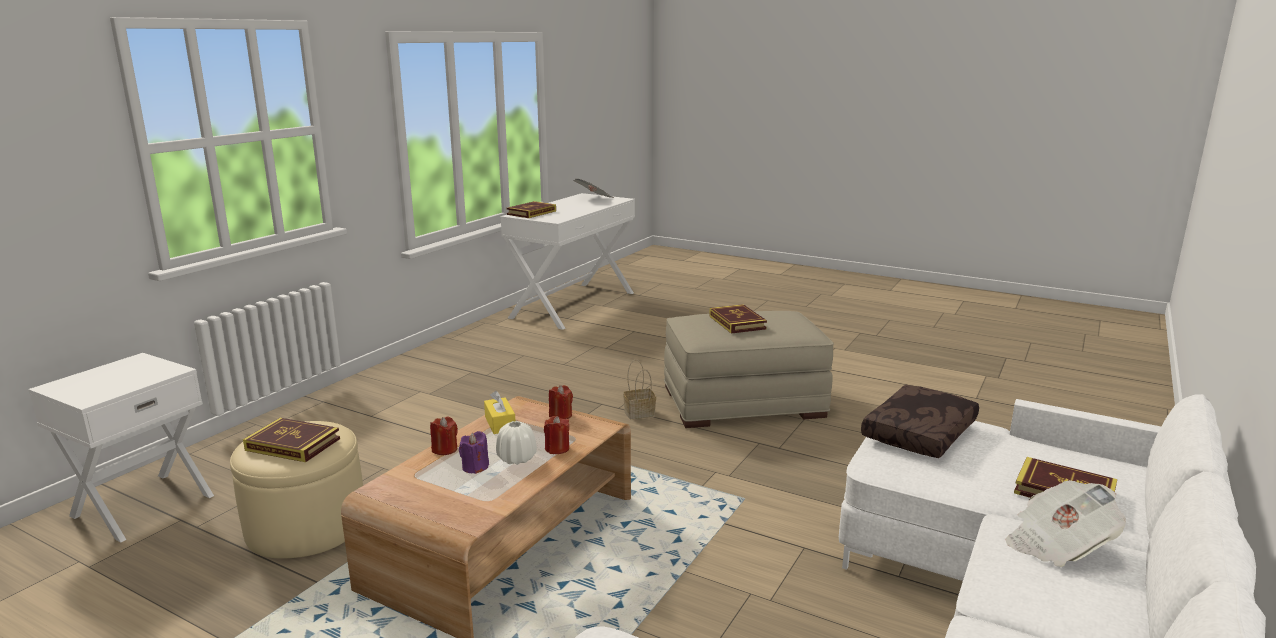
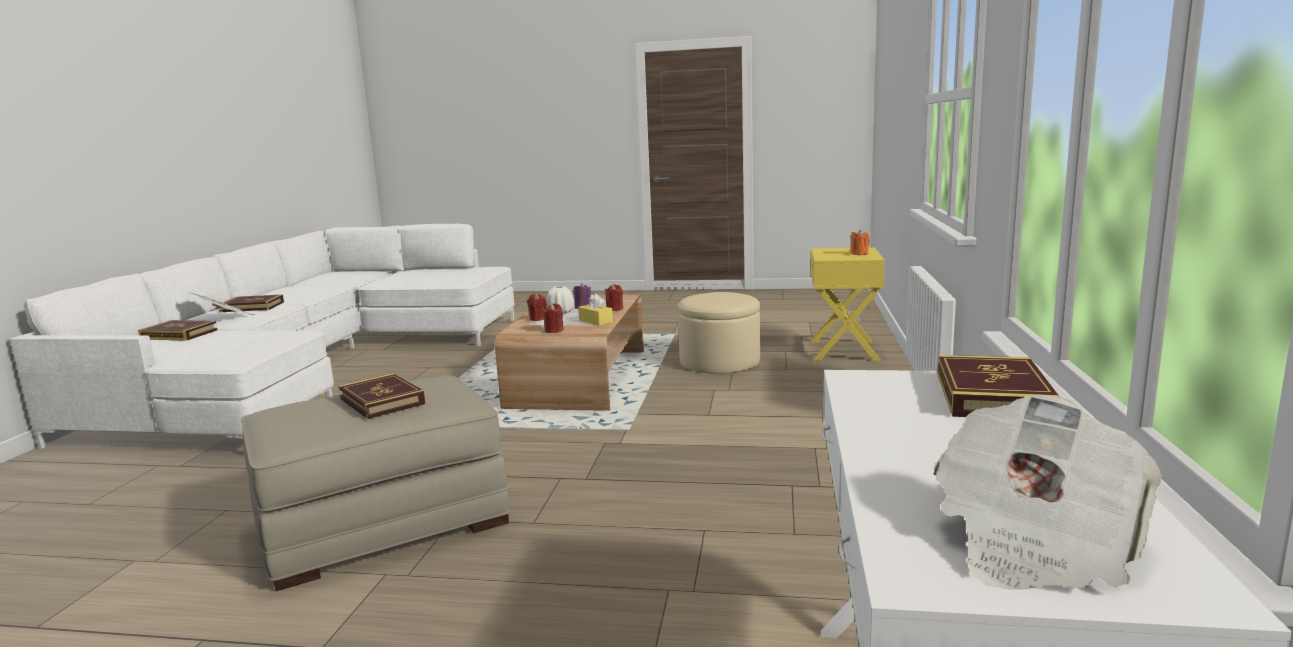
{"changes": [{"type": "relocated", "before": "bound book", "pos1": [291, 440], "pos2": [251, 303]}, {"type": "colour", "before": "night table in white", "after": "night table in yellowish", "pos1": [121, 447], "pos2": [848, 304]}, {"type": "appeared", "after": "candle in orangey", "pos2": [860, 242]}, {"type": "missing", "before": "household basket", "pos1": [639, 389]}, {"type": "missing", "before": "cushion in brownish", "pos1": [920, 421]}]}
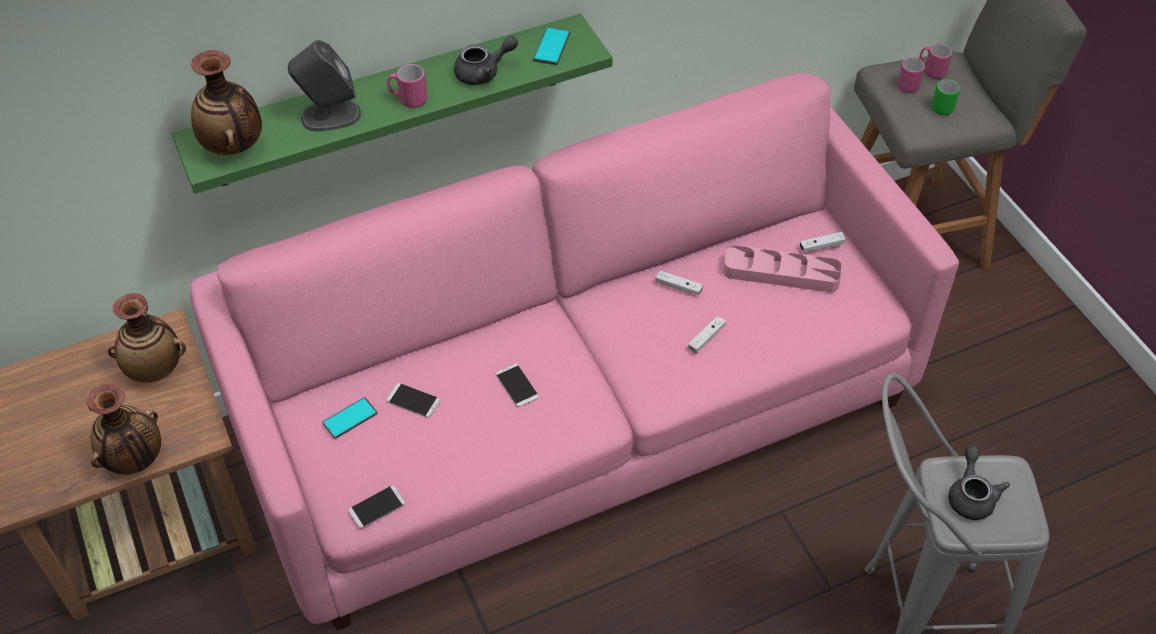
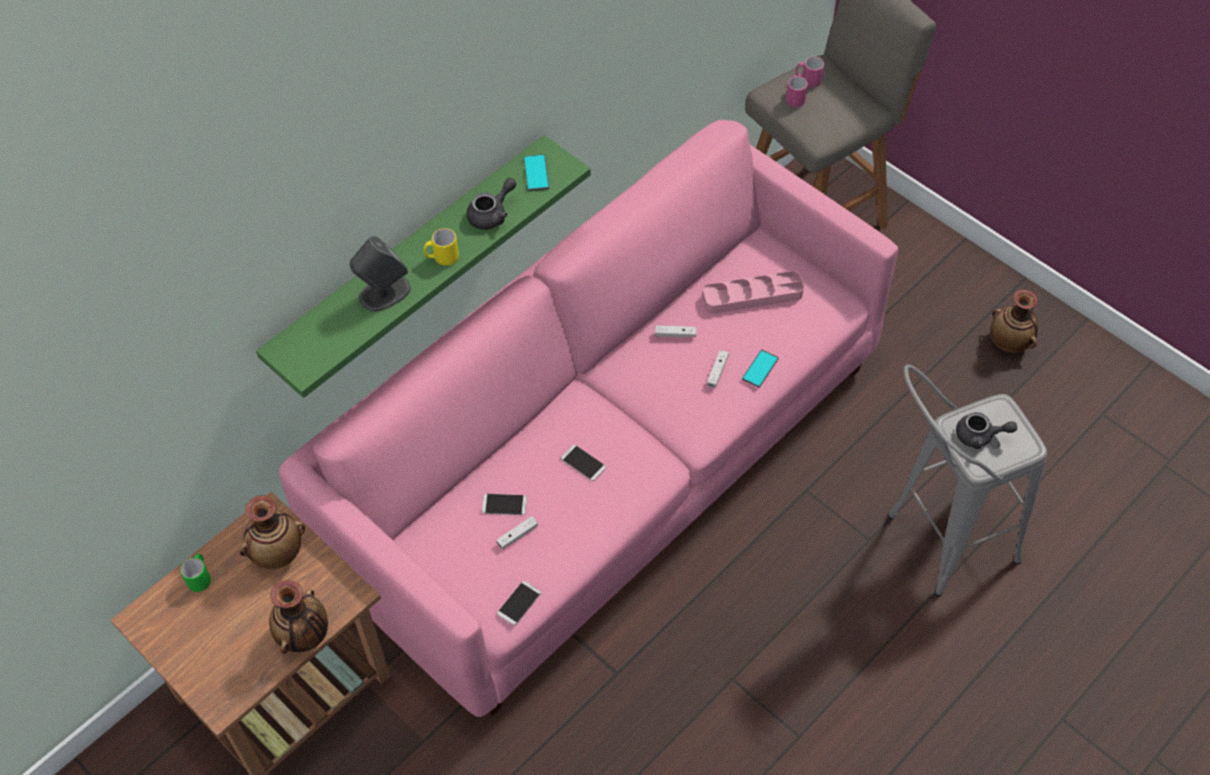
{"changes": [{"type": "relocated", "before": "tea mug in green-coloured", "pos1": [945, 97], "pos2": [195, 573]}, {"type": "colour", "before": "tea mug in pink", "after": "tea mug in yellowish", "pos1": [407, 86], "pos2": [441, 247]}, {"type": "relocated", "before": "game controller in white", "pos1": [823, 242], "pos2": [517, 532]}, {"type": "relocated", "before": "phone", "pos1": [350, 418], "pos2": [760, 368]}, {"type": "spun", "before": "teapot in greyish", "pos1": [979, 482], "pos2": [986, 430], "turn": 120}, {"type": "relocated", "before": "flower vase", "pos1": [226, 102], "pos2": [1014, 321]}]}
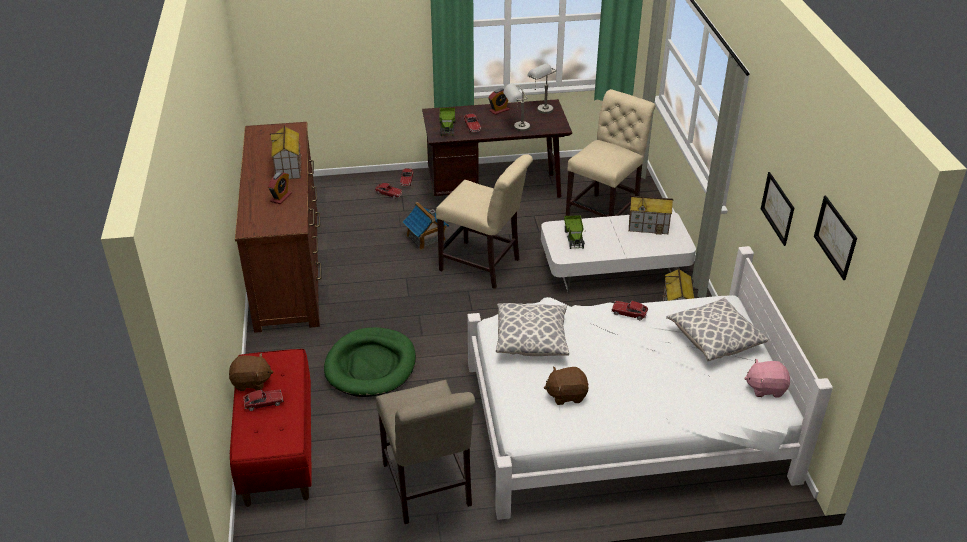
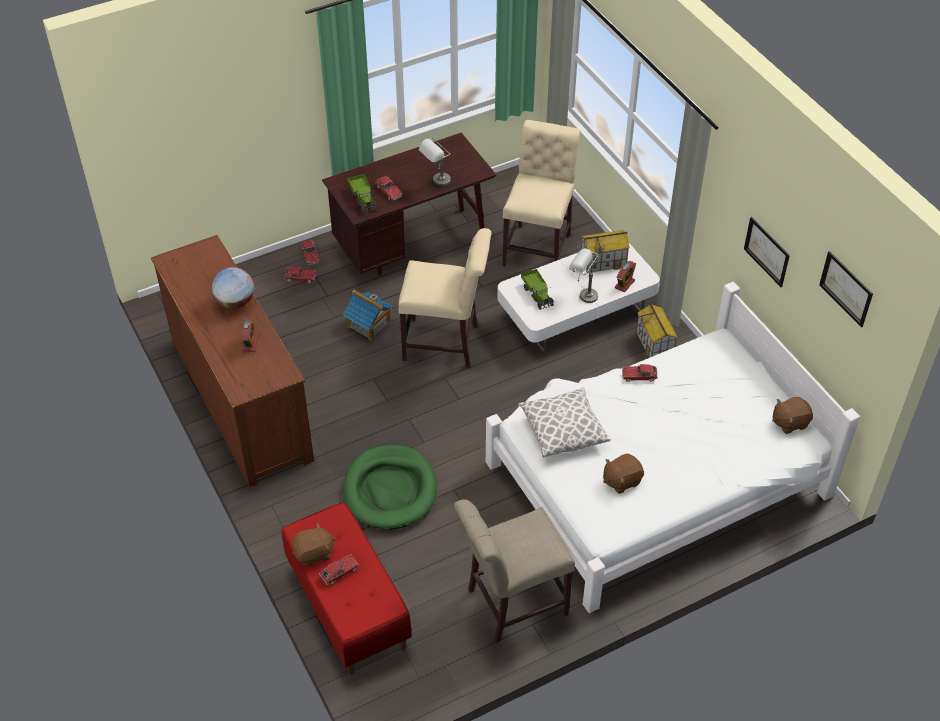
{"changes": [{"type": "exchanged", "before": "model house", "after": "globe", "pos1": [285, 152], "pos2": [233, 288]}, {"type": "spun", "before": "upright chair in beige", "pos1": [425, 452], "pos2": [514, 571], "turn": 105}, {"type": "relocated", "before": "tabletop lamp in greyish", "pos1": [542, 89], "pos2": [583, 276]}, {"type": "relocated", "before": "alarm clock", "pos1": [499, 101], "pos2": [625, 276]}, {"type": "colour", "before": "cuddly toy in pink", "after": "cuddly toy in brownish", "pos1": [767, 377], "pos2": [792, 415]}, {"type": "missing", "before": "cushion", "pos1": [717, 329]}]}
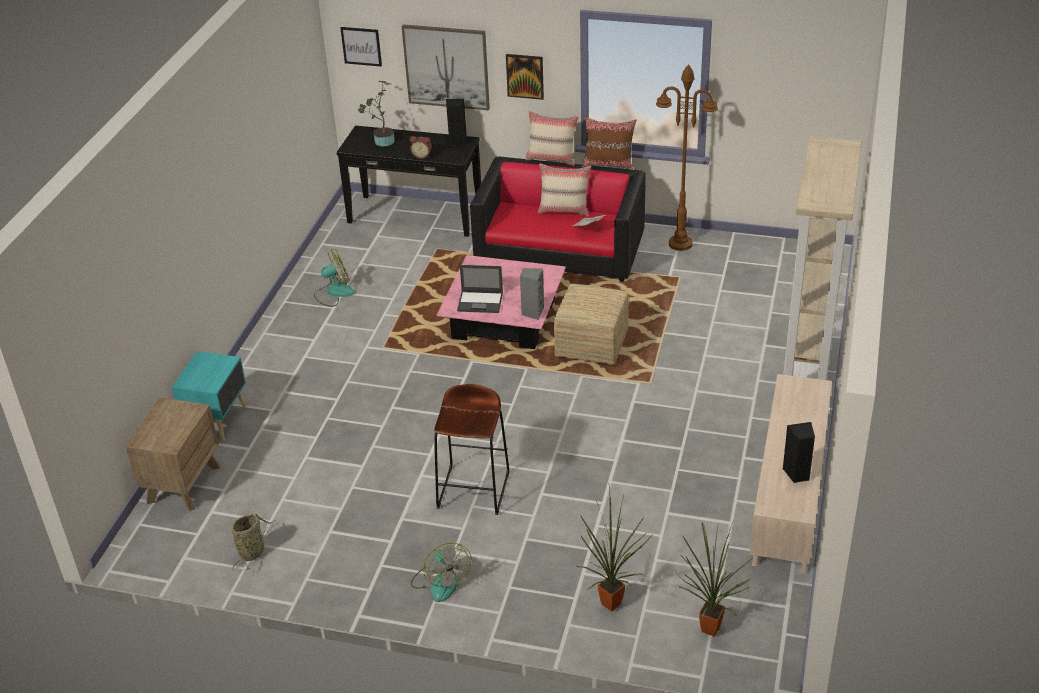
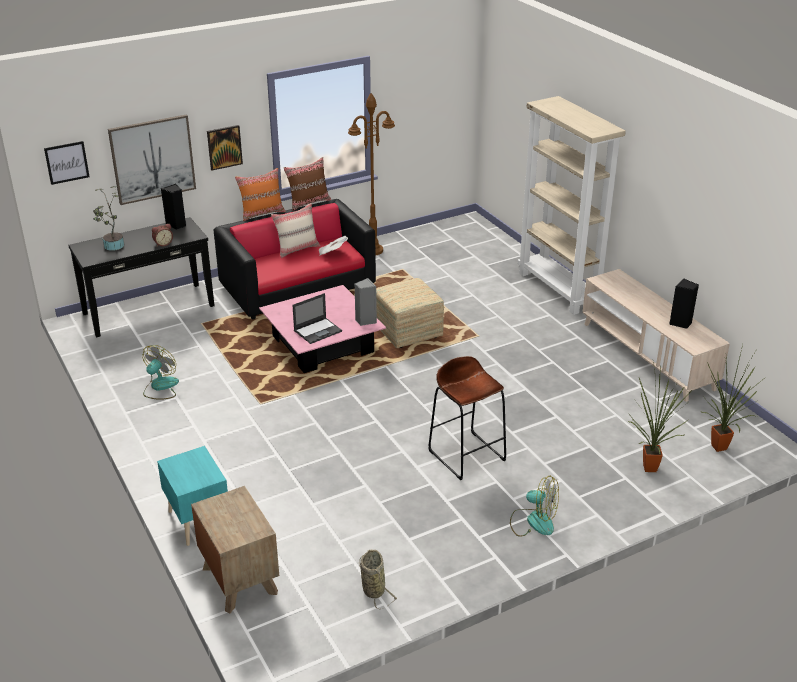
{"changes": [{"type": "colour", "before": "cushion in beige", "after": "cushion in orangey", "pos1": [552, 138], "pos2": [260, 194]}]}
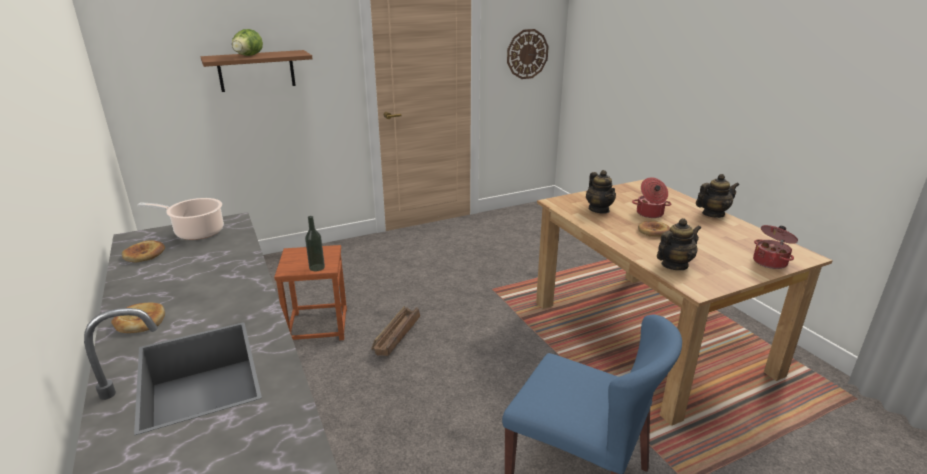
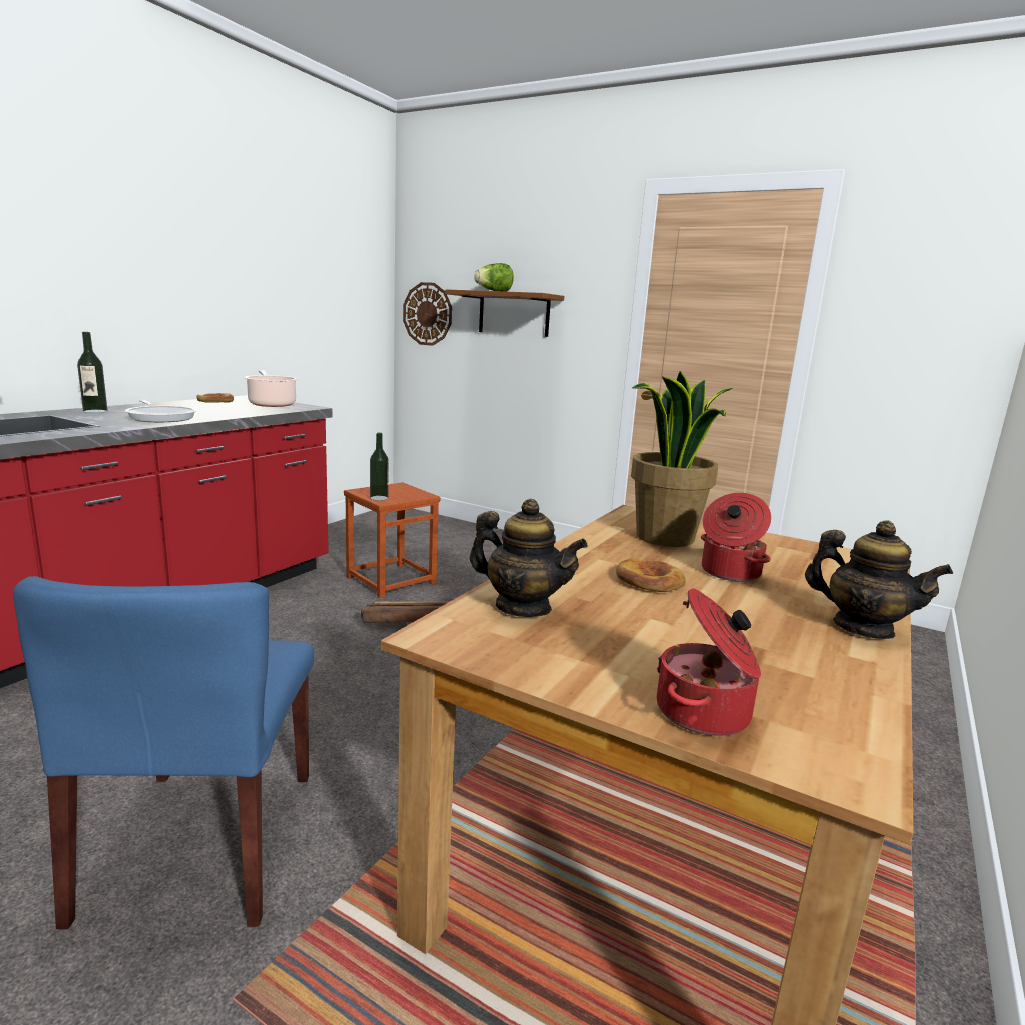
{"changes": [{"type": "exchanged", "before": "bakery bread", "after": "bottle", "pos1": [138, 318], "pos2": [92, 372]}, {"type": "appeared", "after": "frying pan", "pos2": [161, 411]}, {"type": "relocated", "before": "hanging clock", "pos1": [528, 54], "pos2": [427, 314]}, {"type": "exchanged", "before": "teapot", "after": "houseplant", "pos1": [601, 192], "pos2": [682, 459]}]}
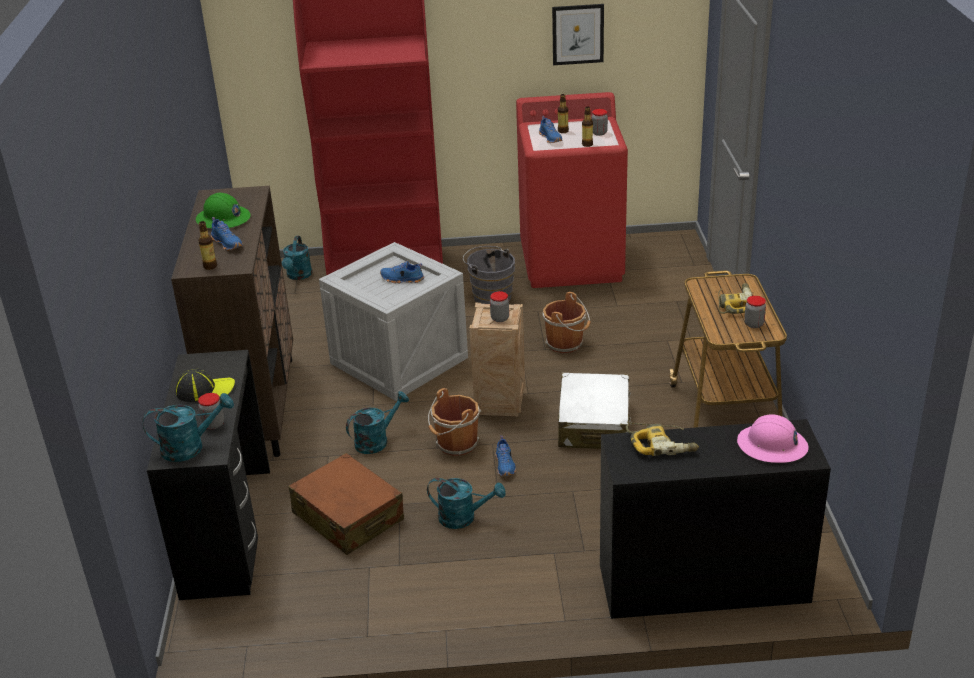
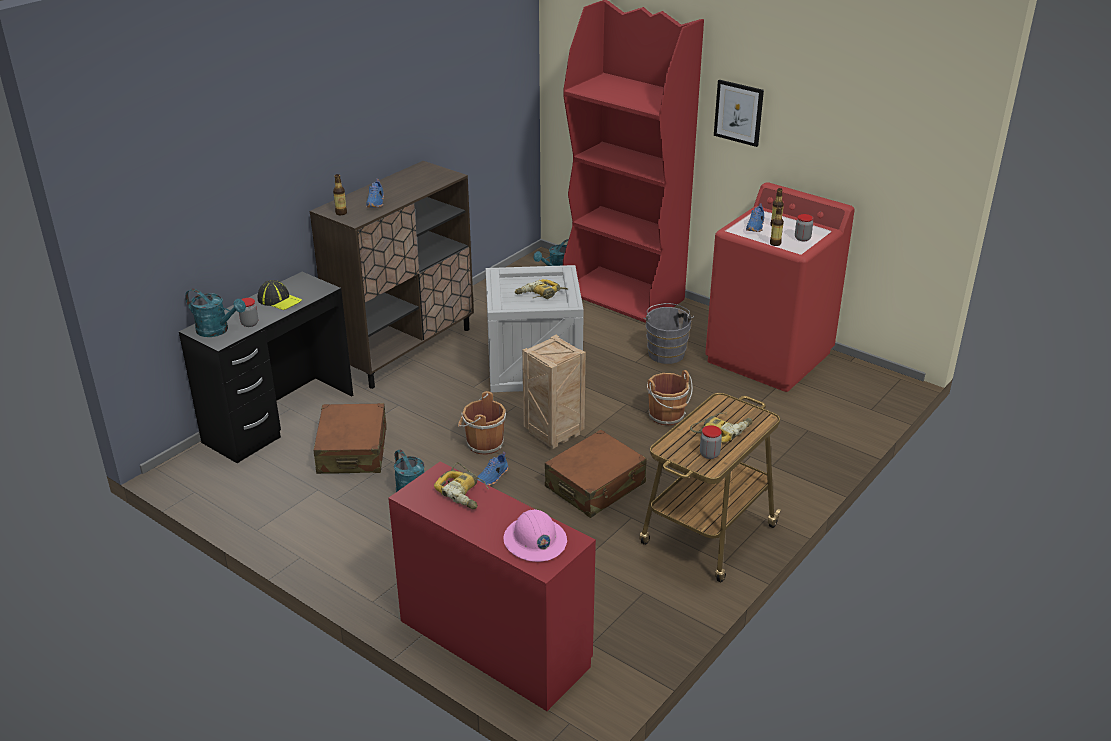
{"changes": [{"type": "colour", "before": "desk in black", "after": "desk in red", "pos1": [715, 519], "pos2": [492, 586]}, {"type": "exchanged", "before": "shoe in blue", "after": "electric drill", "pos1": [402, 272], "pos2": [541, 289]}, {"type": "colour", "before": "suitcase in white", "after": "suitcase in brownish", "pos1": [595, 411], "pos2": [596, 473]}, {"type": "relocated", "before": "wall art", "pos1": [578, 34], "pos2": [739, 113]}, {"type": "missing", "before": "work helmet in green-coloured", "pos1": [223, 210]}, {"type": "missing", "before": "sprinkling can in turquoise-coloured", "pos1": [377, 422]}, {"type": "missing", "before": "jar", "pos1": [499, 306]}]}
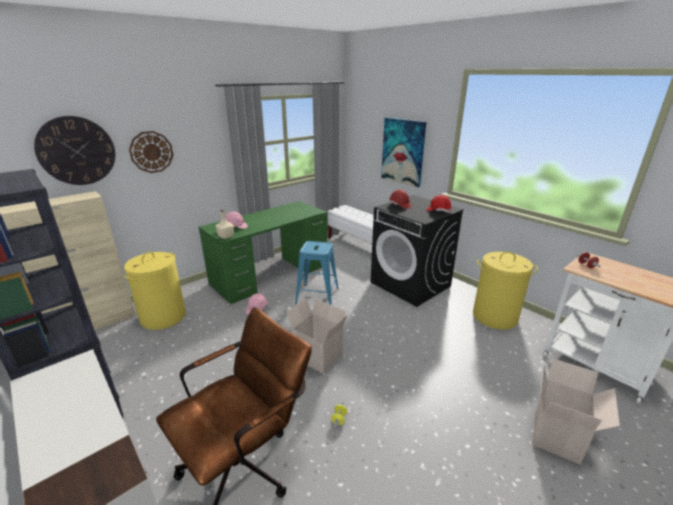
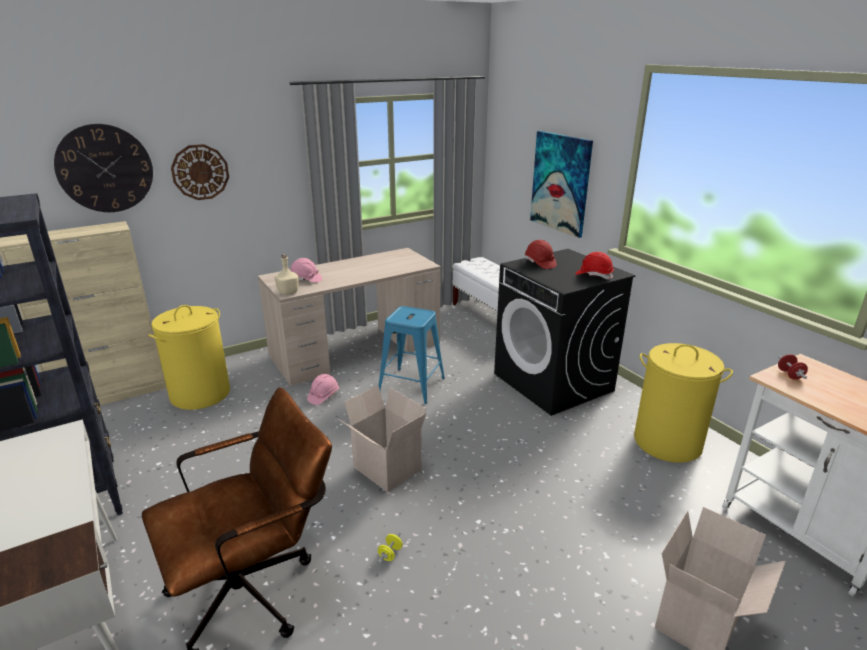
{"changes": [{"type": "colour", "before": "desk in green-coloured", "after": "desk in beige", "pos1": [263, 252], "pos2": [349, 317]}]}
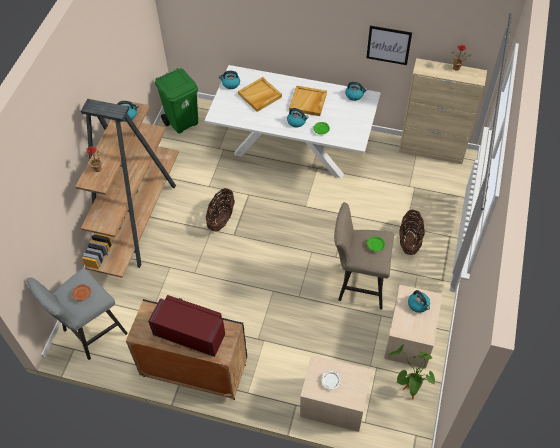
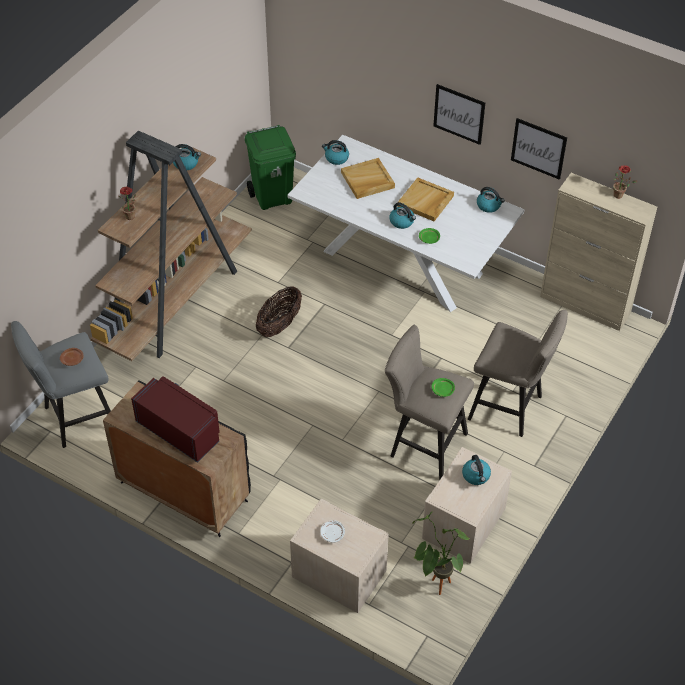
{"changes": [{"type": "appeared", "after": "wall art", "pos2": [459, 114]}, {"type": "exchanged", "before": "household basket", "after": "stool in beige", "pos1": [412, 232], "pos2": [518, 373]}]}
